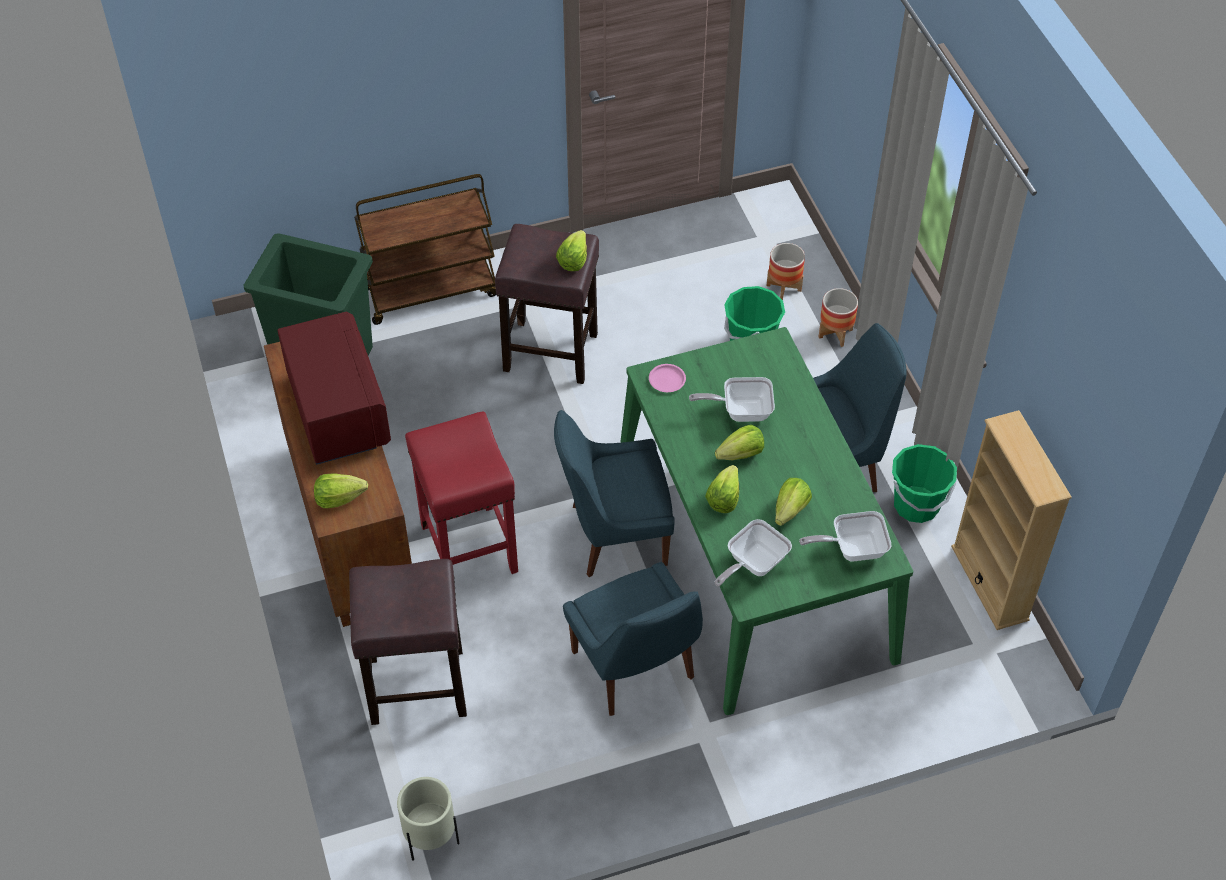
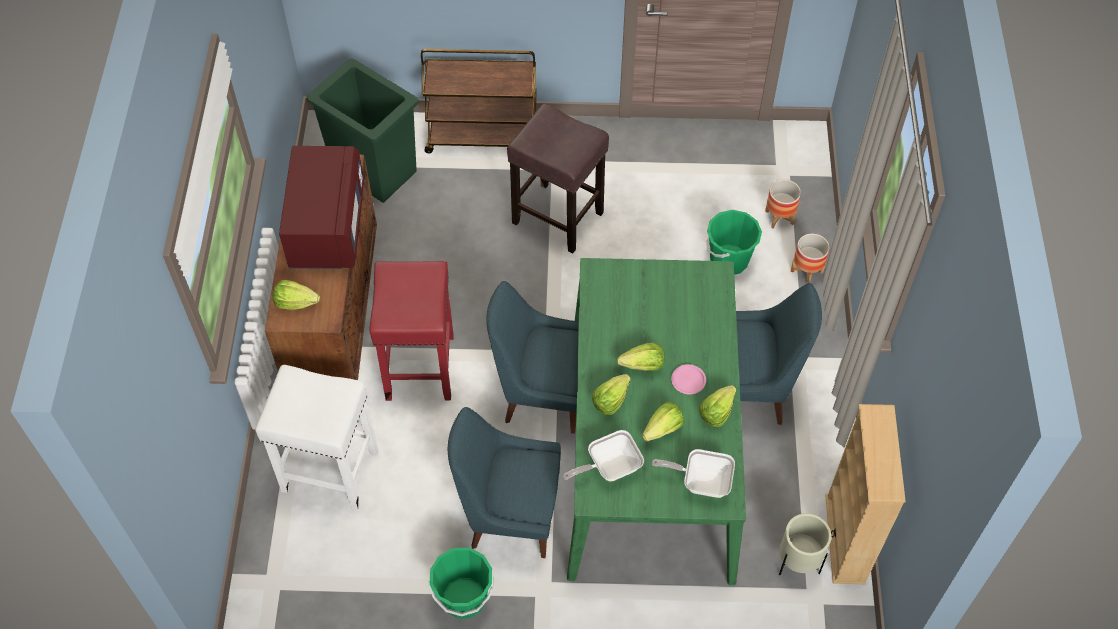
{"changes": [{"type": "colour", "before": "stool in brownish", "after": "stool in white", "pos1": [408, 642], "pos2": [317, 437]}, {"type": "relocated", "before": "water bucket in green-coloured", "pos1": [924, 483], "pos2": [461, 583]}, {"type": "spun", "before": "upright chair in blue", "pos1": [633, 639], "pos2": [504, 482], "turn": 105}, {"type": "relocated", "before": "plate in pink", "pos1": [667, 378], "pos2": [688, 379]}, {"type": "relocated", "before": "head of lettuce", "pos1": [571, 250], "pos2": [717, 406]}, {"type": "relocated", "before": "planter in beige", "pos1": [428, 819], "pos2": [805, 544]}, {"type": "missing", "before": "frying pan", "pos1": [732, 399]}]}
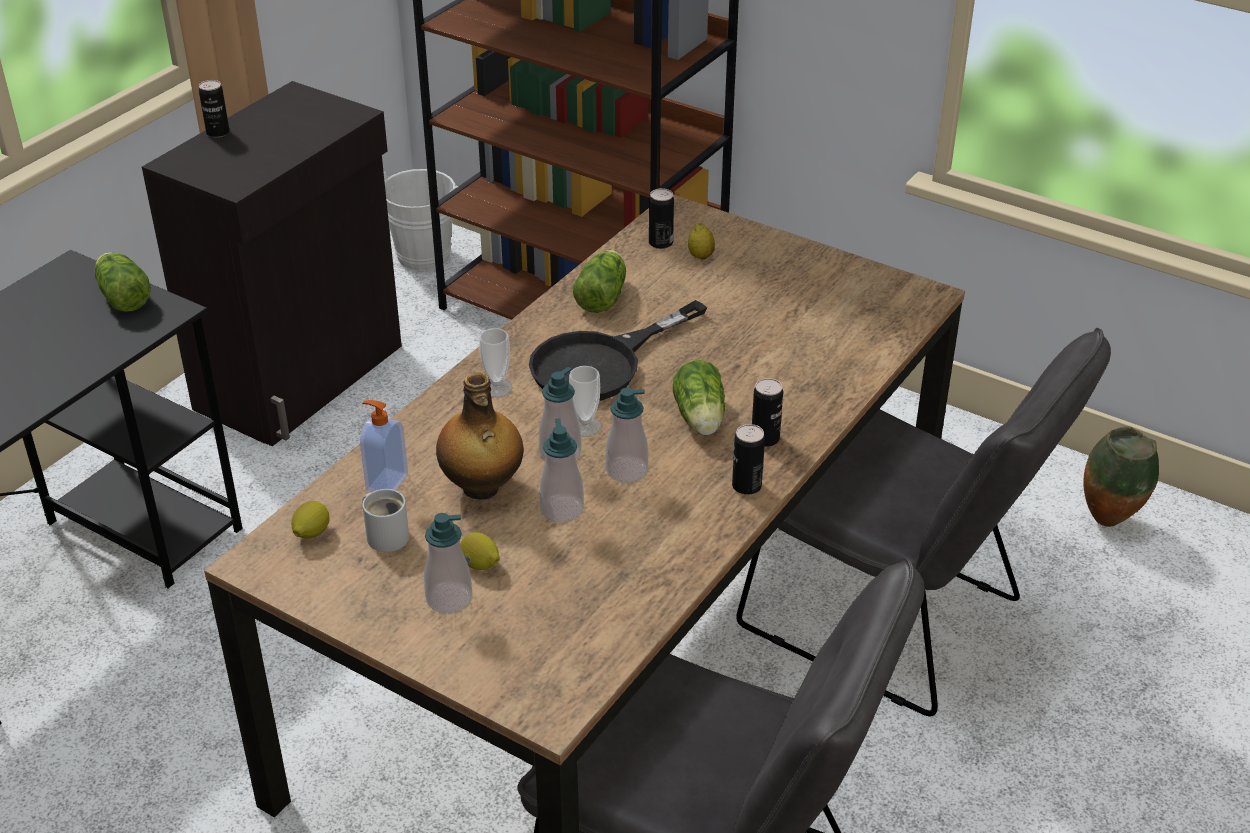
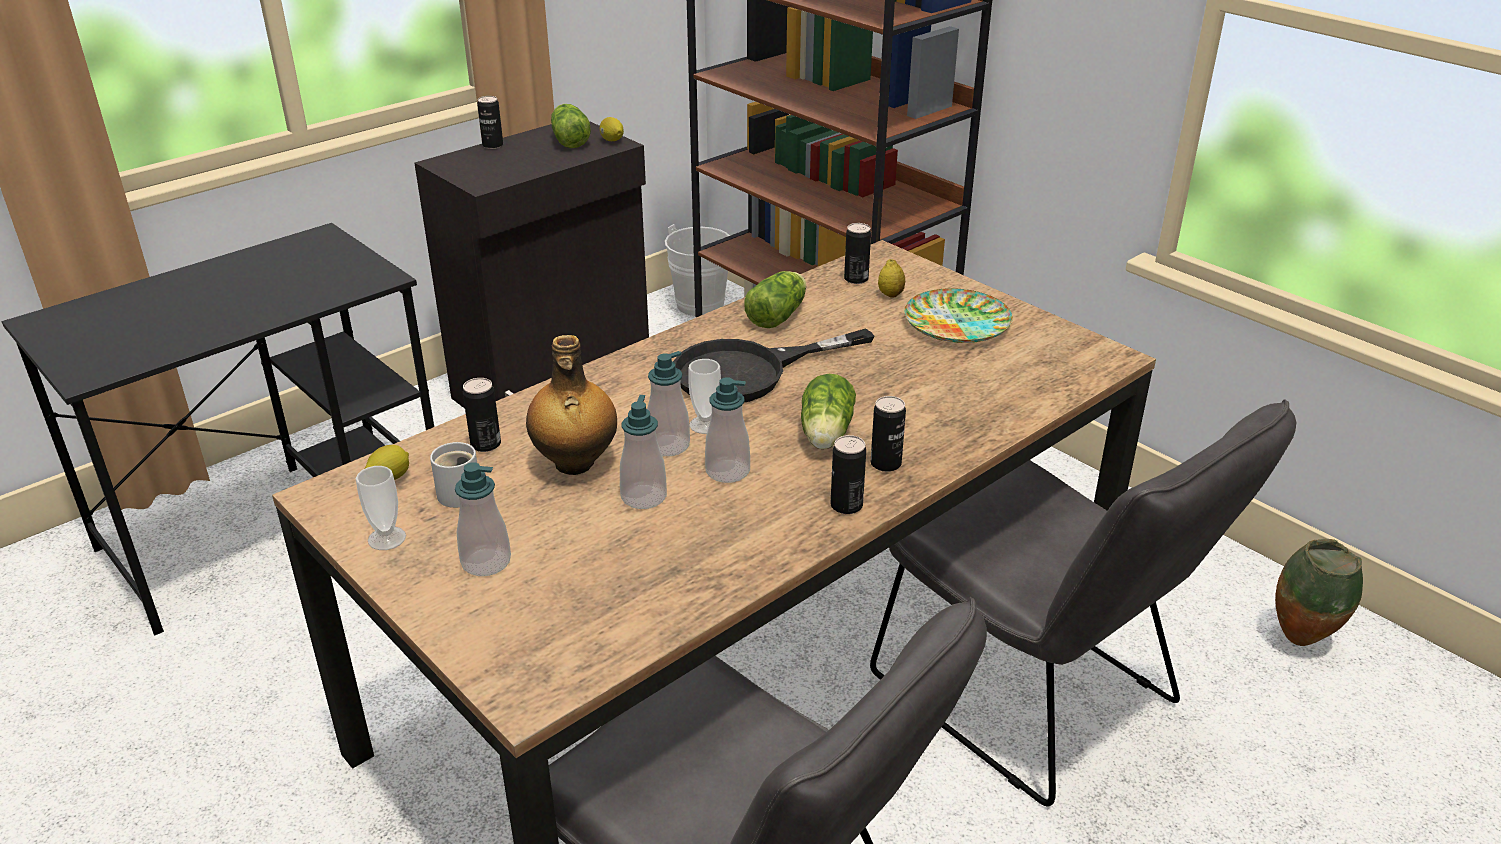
{"changes": [{"type": "relocated", "before": "drinking cup", "pos1": [495, 362], "pos2": [381, 508]}, {"type": "exchanged", "before": "soap bottle", "after": "can", "pos1": [384, 446], "pos2": [482, 415]}, {"type": "relocated", "before": "head of lettuce", "pos1": [123, 281], "pos2": [571, 126]}, {"type": "relocated", "before": "whole lemon", "pos1": [480, 551], "pos2": [612, 129]}, {"type": "appeared", "after": "plate", "pos2": [958, 315]}]}
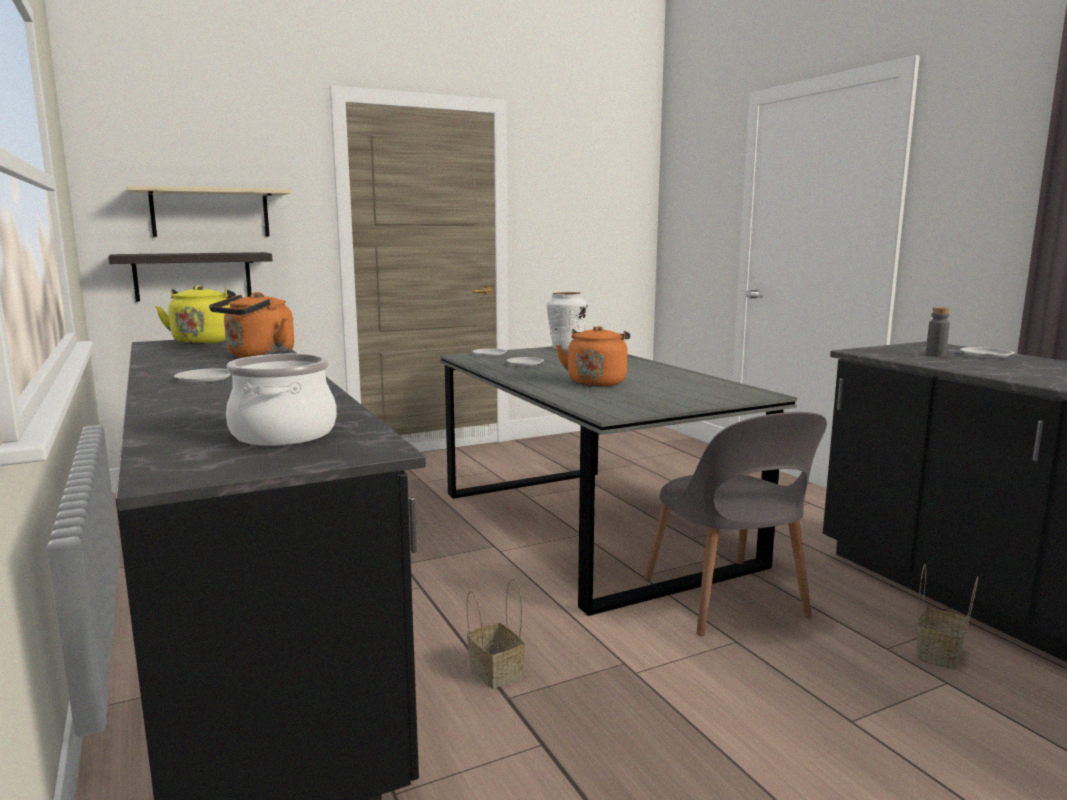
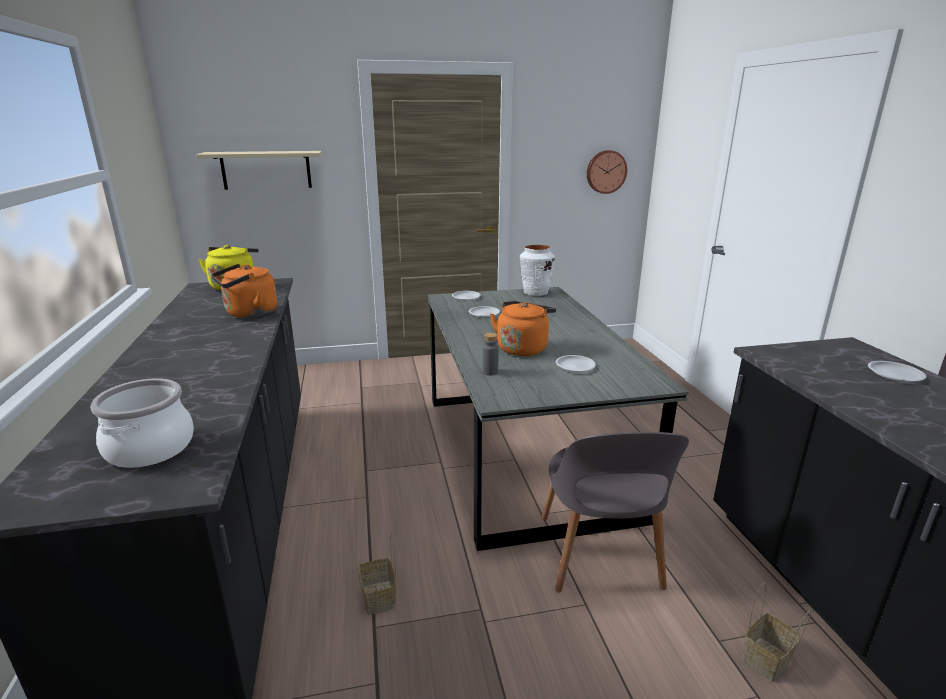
{"changes": [{"type": "relocated", "before": "bottle in greyish", "pos1": [938, 331], "pos2": [490, 354]}, {"type": "relocated", "before": "plate in white", "pos1": [202, 375], "pos2": [576, 363]}, {"type": "appeared", "after": "hanging clock", "pos2": [607, 172]}, {"type": "missing", "before": "shelf", "pos1": [190, 277]}]}
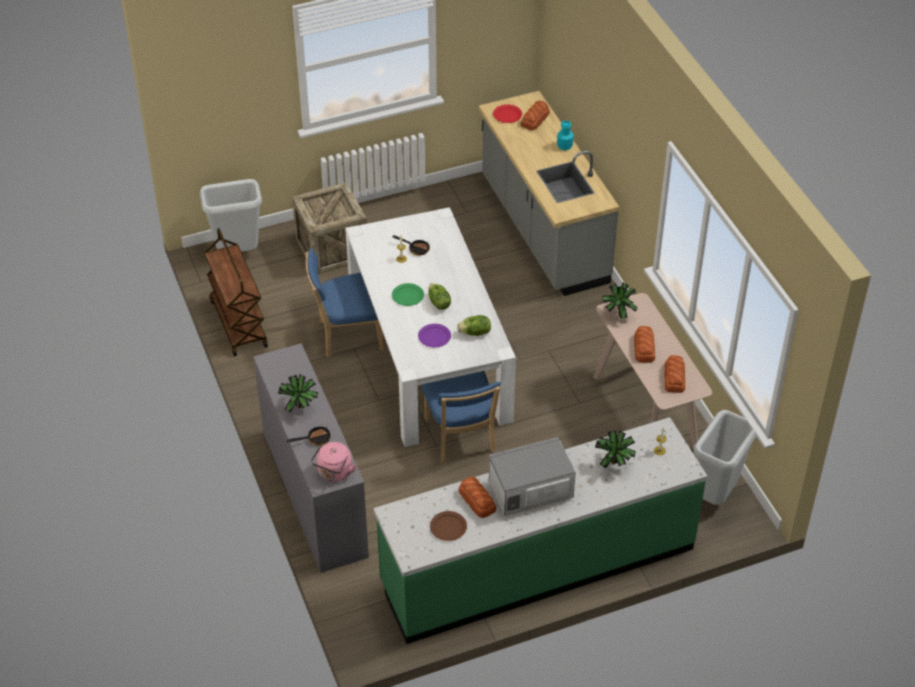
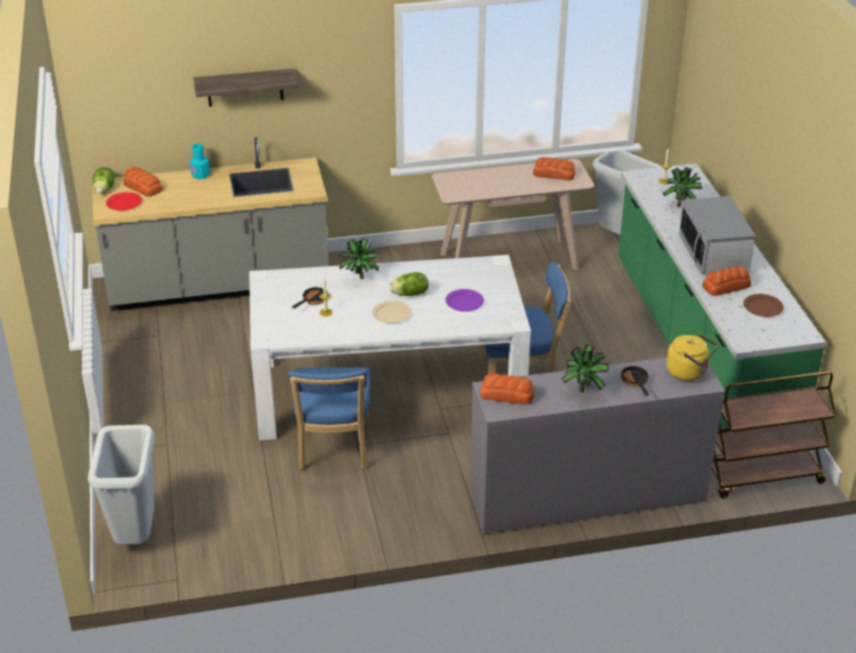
{"changes": [{"type": "relocated", "before": "head of lettuce", "pos1": [474, 325], "pos2": [103, 180]}, {"type": "appeared", "after": "shelf", "pos2": [246, 88]}, {"type": "relocated", "before": "houseplant", "pos1": [620, 301], "pos2": [359, 258]}, {"type": "colour", "before": "plate in green-coloured", "after": "plate in beige", "pos1": [408, 294], "pos2": [391, 311]}, {"type": "relocated", "before": "bakery bread", "pos1": [644, 344], "pos2": [507, 389]}, {"type": "colour", "before": "tea kettle in pink", "after": "tea kettle in yellowish", "pos1": [334, 462], "pos2": [692, 357]}, {"type": "relocated", "before": "cart in brownish", "pos1": [236, 292], "pos2": [774, 434]}, {"type": "missing", "before": "crate", "pos1": [329, 228]}]}
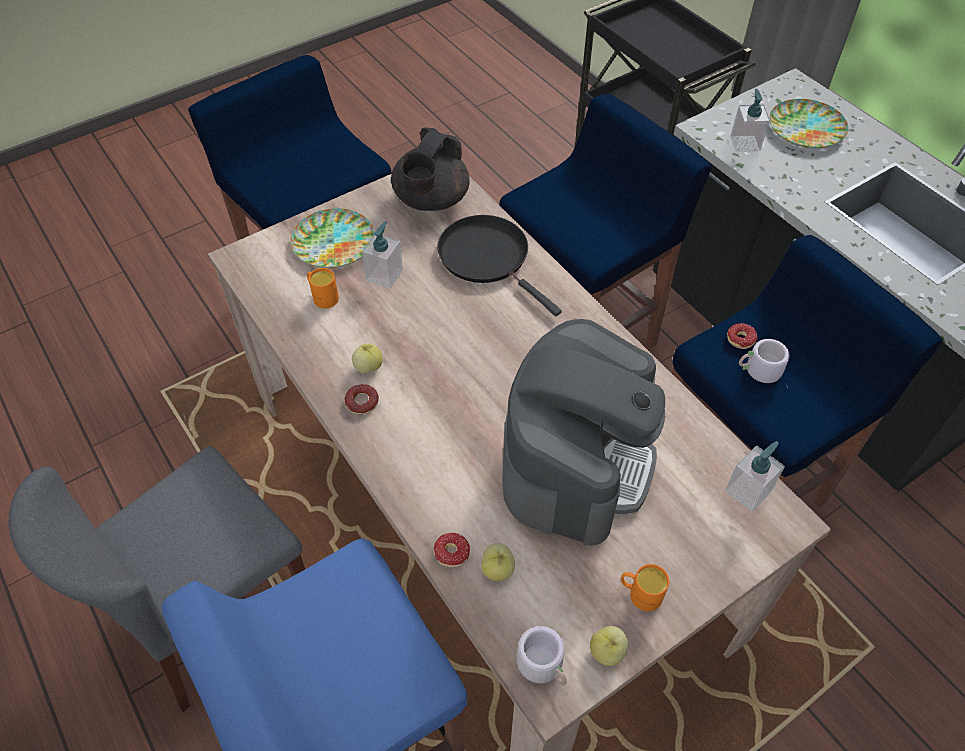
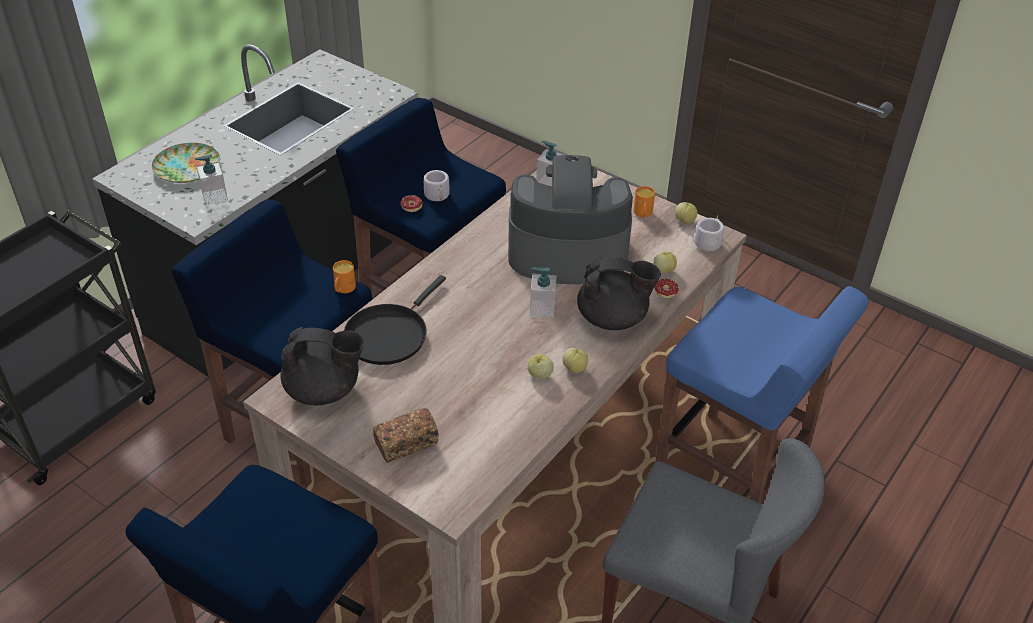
{"changes": [{"type": "relocated", "before": "tea mug in orangey", "pos1": [323, 288], "pos2": [344, 276]}, {"type": "exchanged", "before": "plate", "after": "bakery bread", "pos1": [333, 238], "pos2": [406, 435]}, {"type": "relocated", "before": "soap bottle", "pos1": [382, 254], "pos2": [543, 292]}, {"type": "exchanged", "before": "doughnut", "after": "apple fruit", "pos1": [362, 399], "pos2": [575, 360]}, {"type": "appeared", "after": "teapot in black", "pos2": [619, 294]}]}
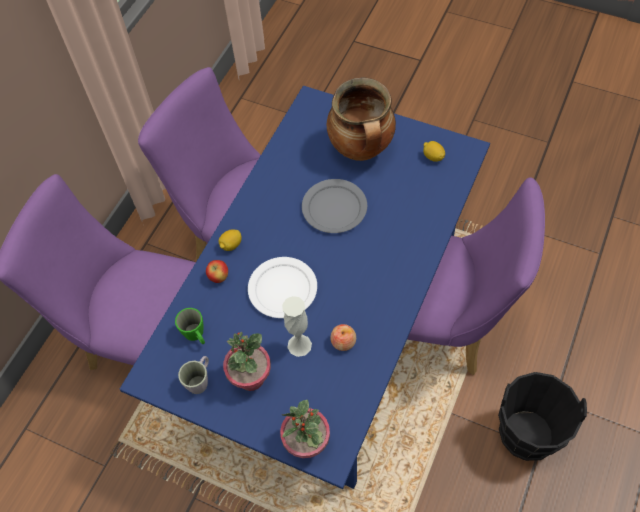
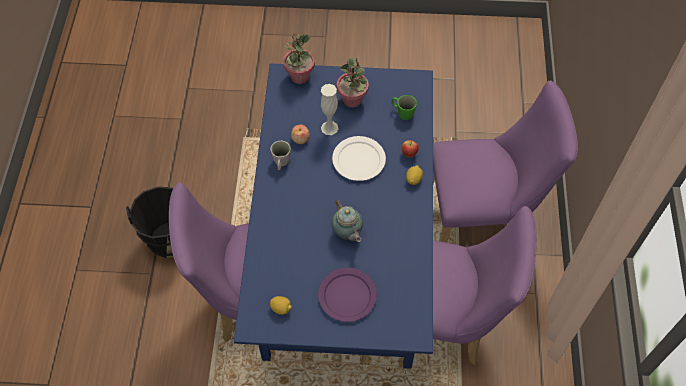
{"changes": [{"type": "relocated", "before": "tea mug in greyish", "pos1": [193, 375], "pos2": [280, 155]}, {"type": "exchanged", "before": "cooking pot", "after": "plate in purple", "pos1": [361, 119], "pos2": [347, 295]}, {"type": "exchanged", "before": "plate in greyish", "after": "teapot", "pos1": [334, 206], "pos2": [347, 221]}]}
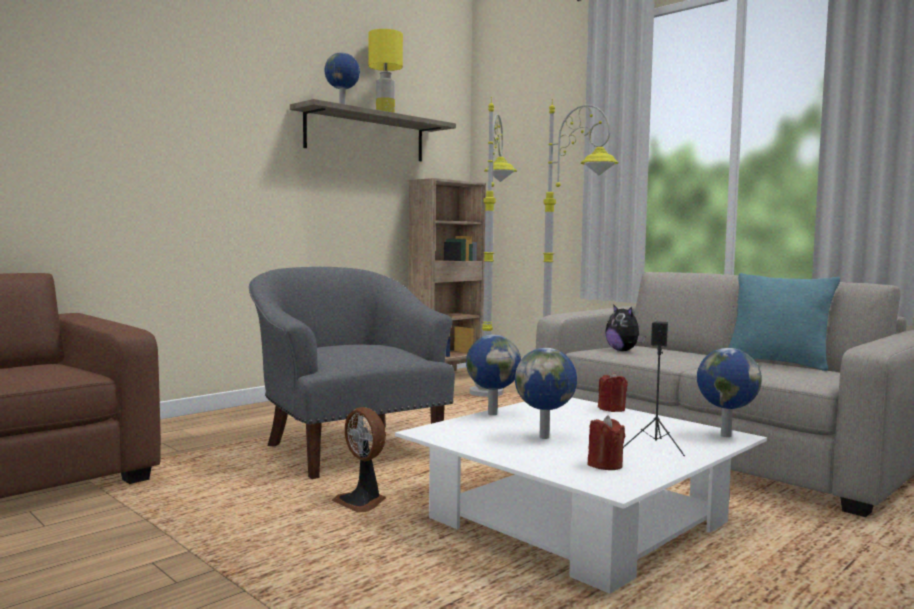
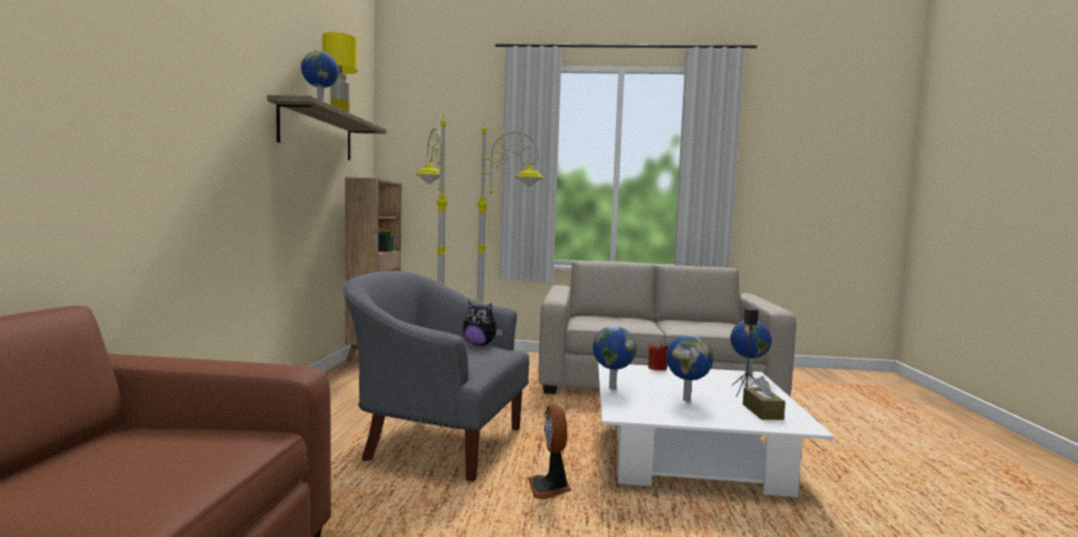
{"changes": [{"type": "relocated", "before": "cuddly toy", "pos1": [625, 327], "pos2": [483, 323]}, {"type": "spun", "before": "electric fan", "pos1": [359, 460], "pos2": [549, 451], "turn": 75}, {"type": "exchanged", "before": "candle in red", "after": "tissue box in brownish", "pos1": [606, 442], "pos2": [764, 398]}, {"type": "missing", "before": "cushion in turquoise-coloured", "pos1": [784, 322]}]}
